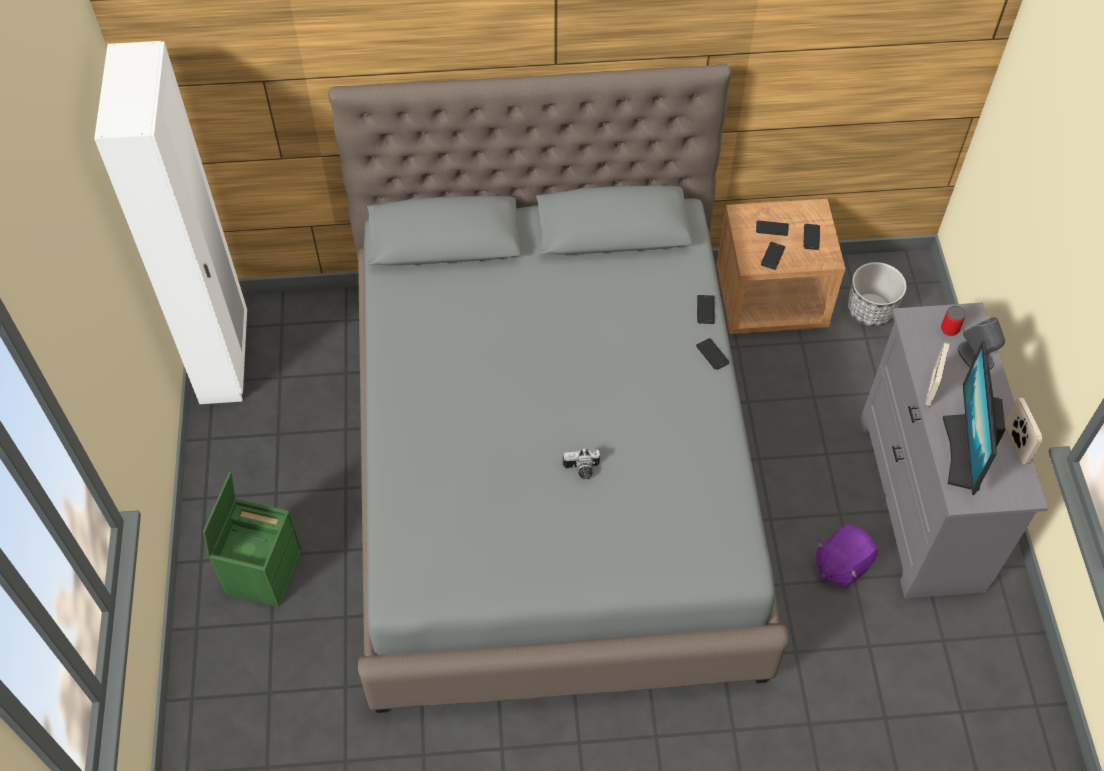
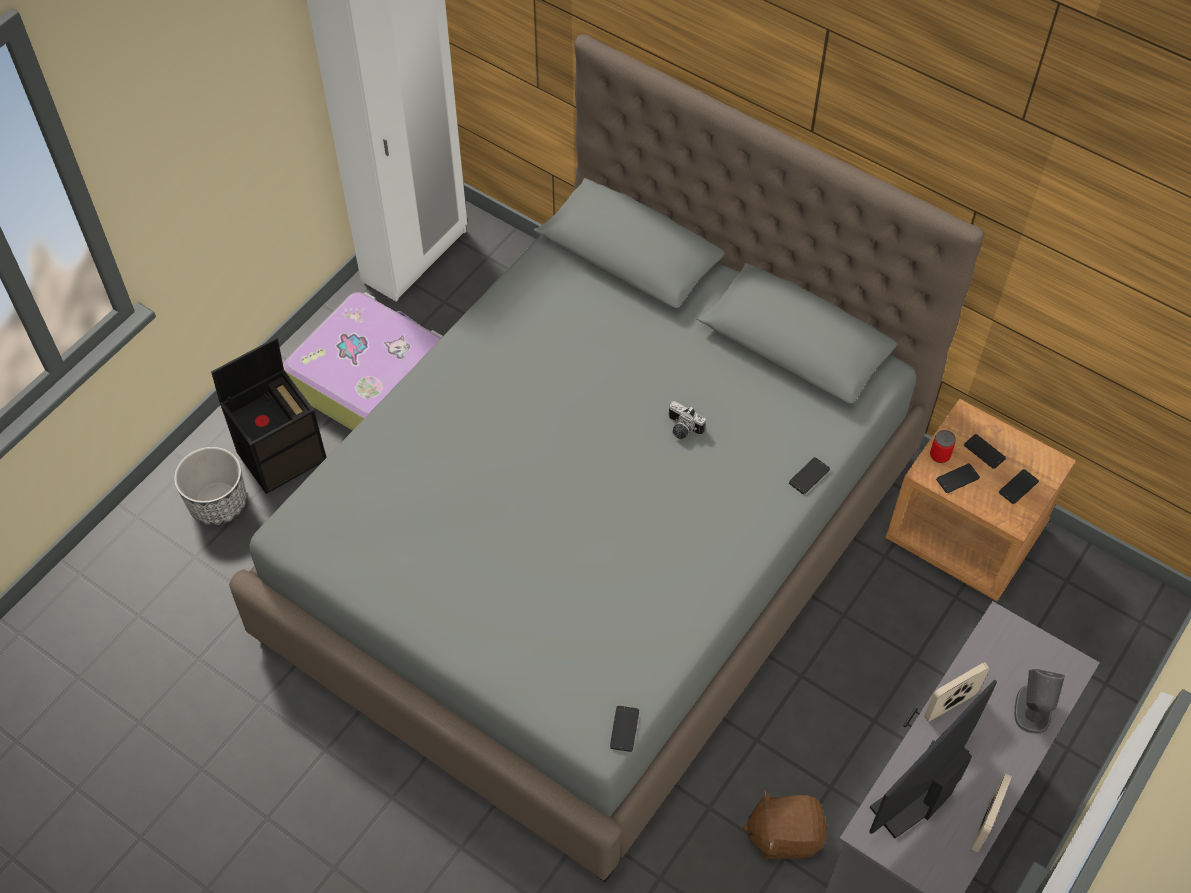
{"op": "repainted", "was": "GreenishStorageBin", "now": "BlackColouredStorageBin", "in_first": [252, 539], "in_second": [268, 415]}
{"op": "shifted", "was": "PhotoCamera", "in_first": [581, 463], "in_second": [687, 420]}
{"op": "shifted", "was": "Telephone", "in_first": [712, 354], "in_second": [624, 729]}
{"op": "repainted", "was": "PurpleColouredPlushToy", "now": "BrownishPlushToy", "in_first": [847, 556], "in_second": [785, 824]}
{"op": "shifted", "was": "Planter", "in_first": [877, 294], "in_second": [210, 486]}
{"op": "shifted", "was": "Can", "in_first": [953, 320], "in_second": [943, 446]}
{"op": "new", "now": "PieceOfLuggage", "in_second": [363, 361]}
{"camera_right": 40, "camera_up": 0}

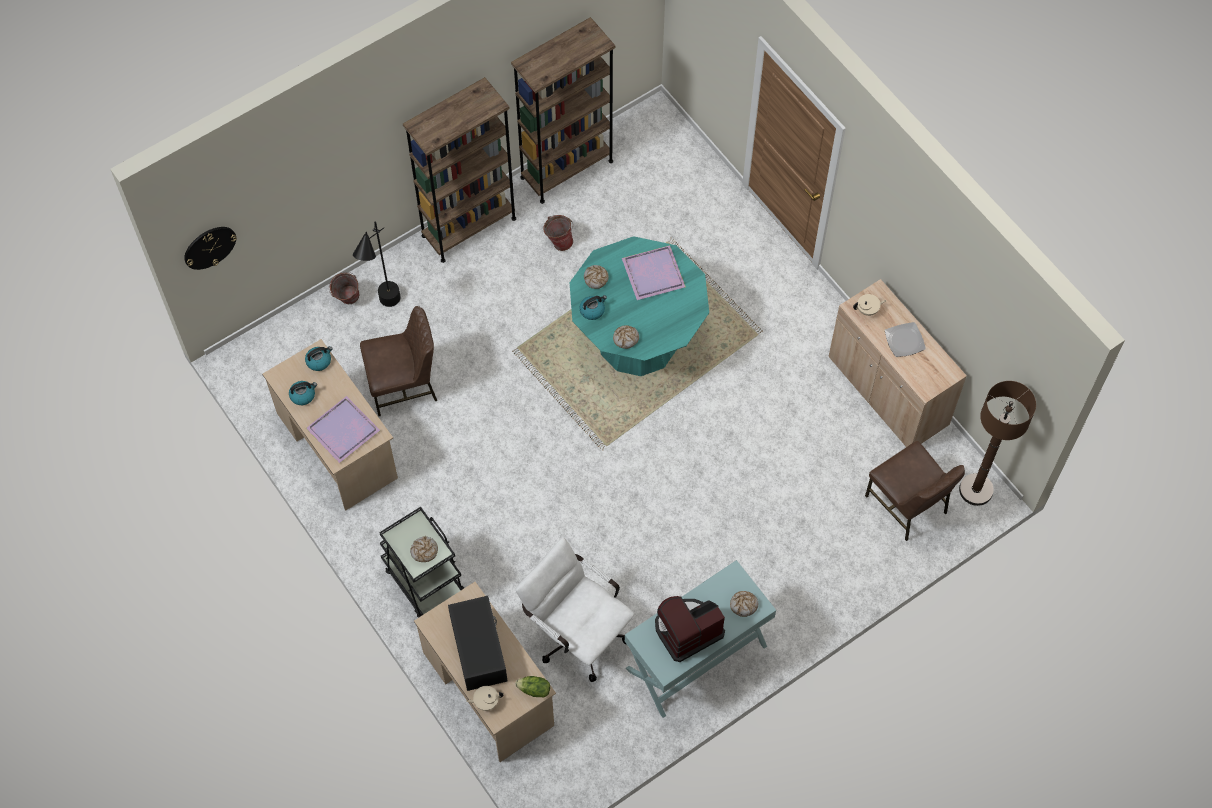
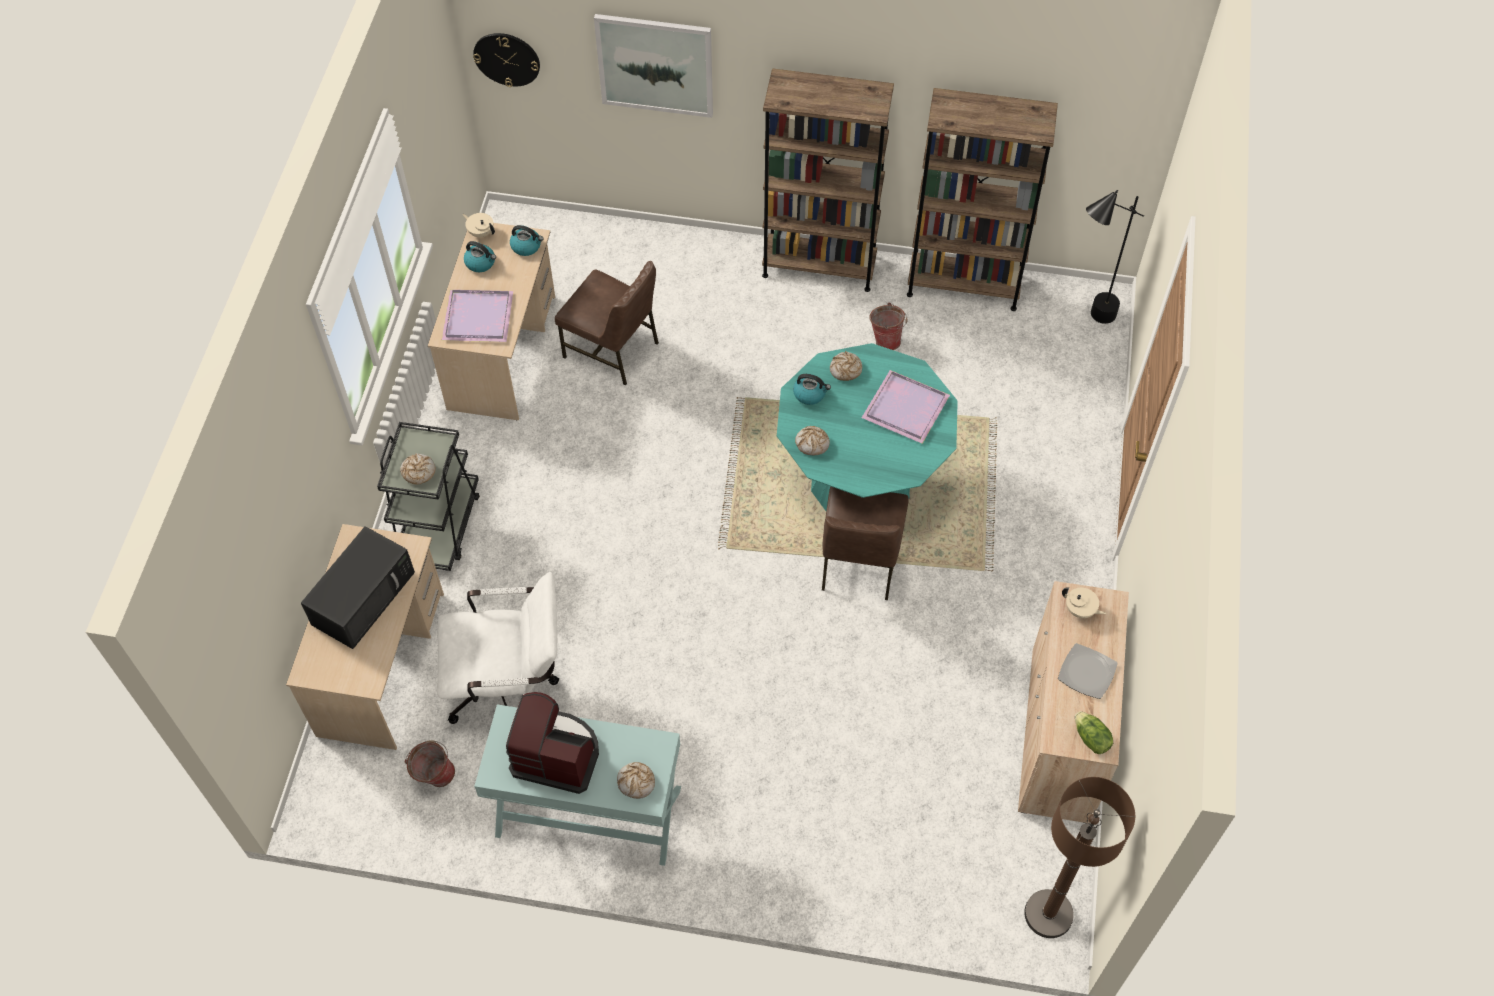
{"op": "shifted", "was": "Pail", "in_first": [344, 288], "in_second": [430, 763]}
{"op": "shifted", "was": "BlackColouredFloorLamp", "in_first": [377, 264], "in_second": [1115, 257]}
{"op": "shifted", "was": "SandColouredPotForTea", "in_first": [484, 698], "in_second": [478, 225]}
{"op": "shifted", "was": "HeadOfLettuce", "in_first": [532, 687], "in_second": [1094, 732]}
{"op": "rotated", "was": "WhitishOfficeChair", "in_first": [575, 610], "in_second": [498, 648], "clockwise": 90}
{"op": "shifted", "was": "BrownishUprightChair", "in_first": [915, 491], "in_second": [865, 543]}
{"op": "new", "now": "Picture", "in_second": [653, 66]}
{"camera_right": 45, "camera_up": -5}

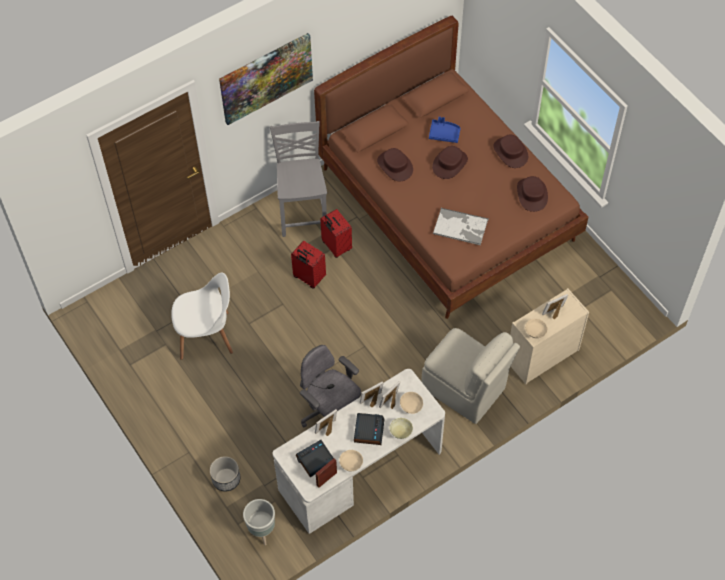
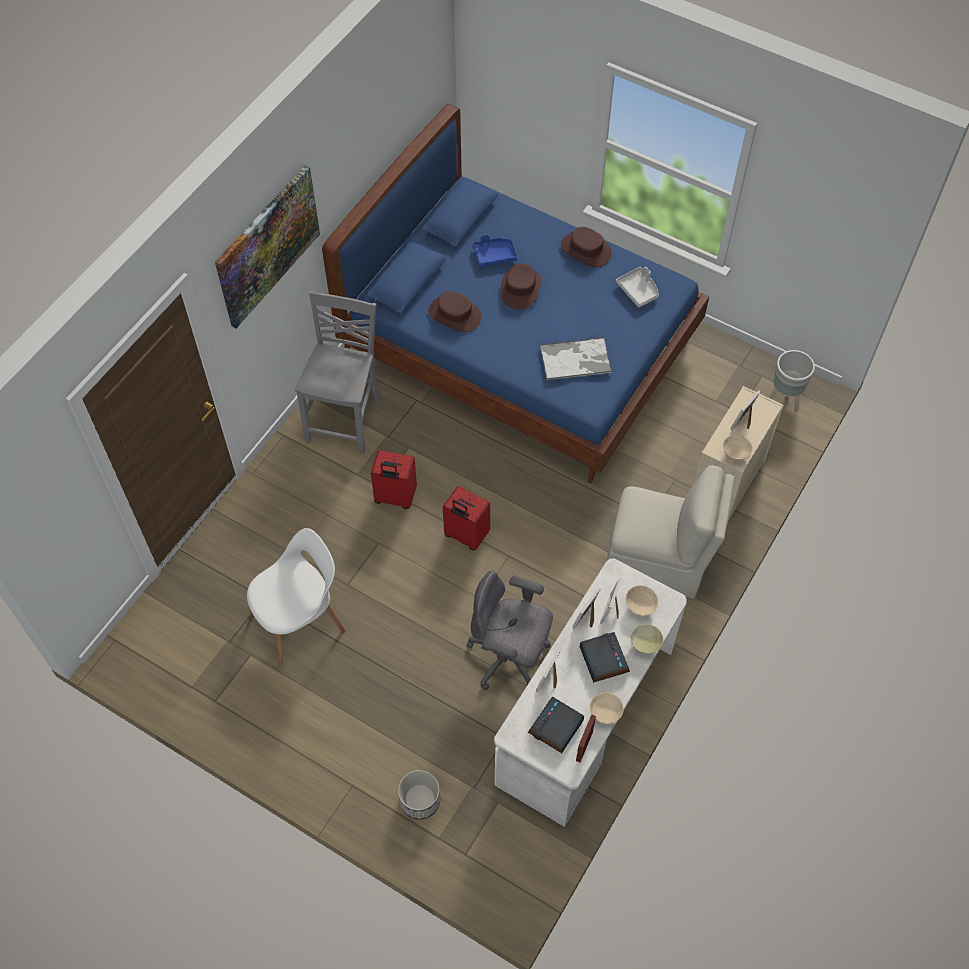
{"op": "shifted", "was": "GreyishPlanter", "in_first": [259, 522], "in_second": [792, 379]}
{"op": "rotated", "was": "GreyishUprightChair", "in_first": [298, 179], "in_second": [337, 372], "clockwise": 45}
{"op": "repainted", "was": "BrownishBedroomBed", "now": "BlueColouredBedroomBed", "in_first": [451, 167], "in_second": [515, 293]}
{"op": "shifted", "was": "ReddishPieceOfLuggage", "in_first": [336, 233], "in_second": [466, 518]}
{"op": "swapped", "was": "BrownishClothingHat", "now": "GreyishTray", "in_first": [532, 194], "in_second": [637, 287]}
{"camera_right": -25, "camera_up": 0}

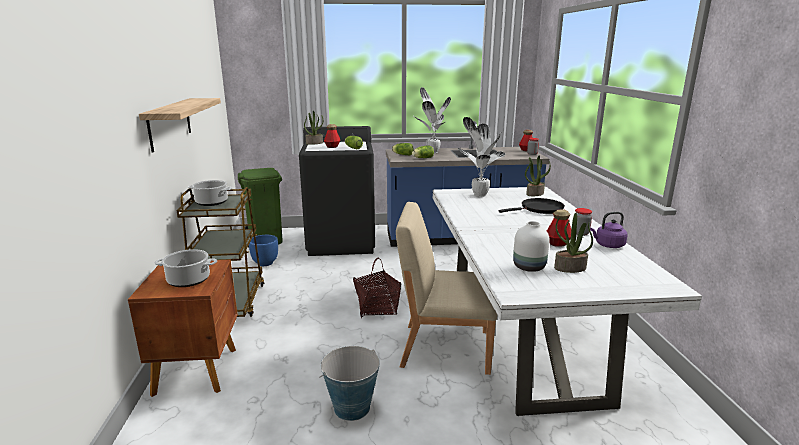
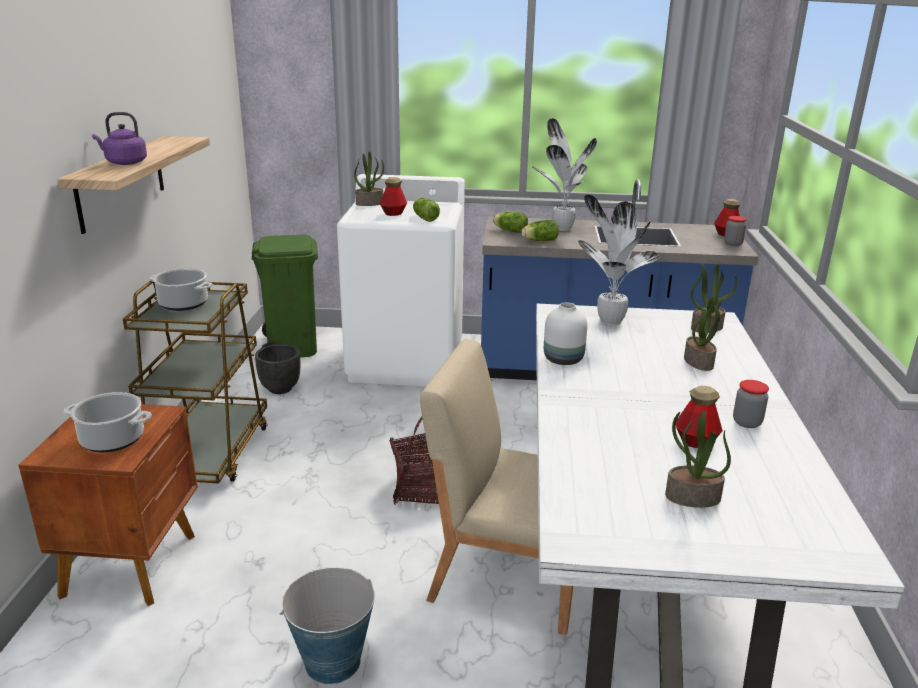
{"op": "repainted", "was": "BlueColouredPlanter", "now": "BlackColouredPlanter", "in_first": [263, 250], "in_second": [277, 369]}
{"op": "repainted", "was": "BlackColouredLaundryAppliance", "now": "WhitishLaundryAppliance", "in_first": [337, 191], "in_second": [401, 280]}
{"op": "swapped", "was": "BlackColouredPan", "now": "PlantInAPot", "in_first": [532, 206], "in_second": [705, 332]}
{"op": "shifted", "was": "WhitishVase", "in_first": [531, 246], "in_second": [565, 333]}
{"op": "shifted", "was": "PurpleColouredWaterKettle", "in_first": [609, 229], "in_second": [119, 138]}
{"camera_right": 10, "camera_up": 5}

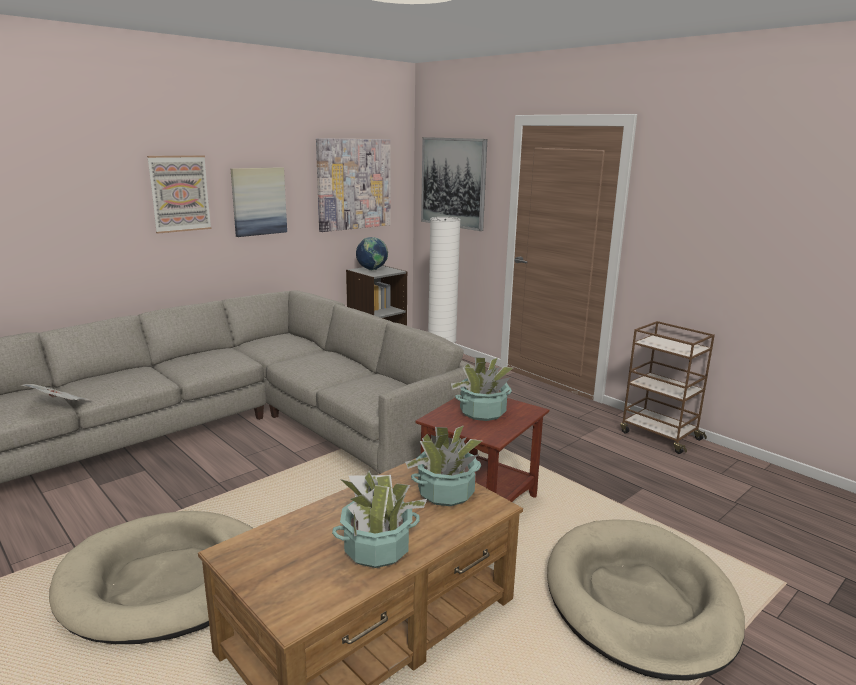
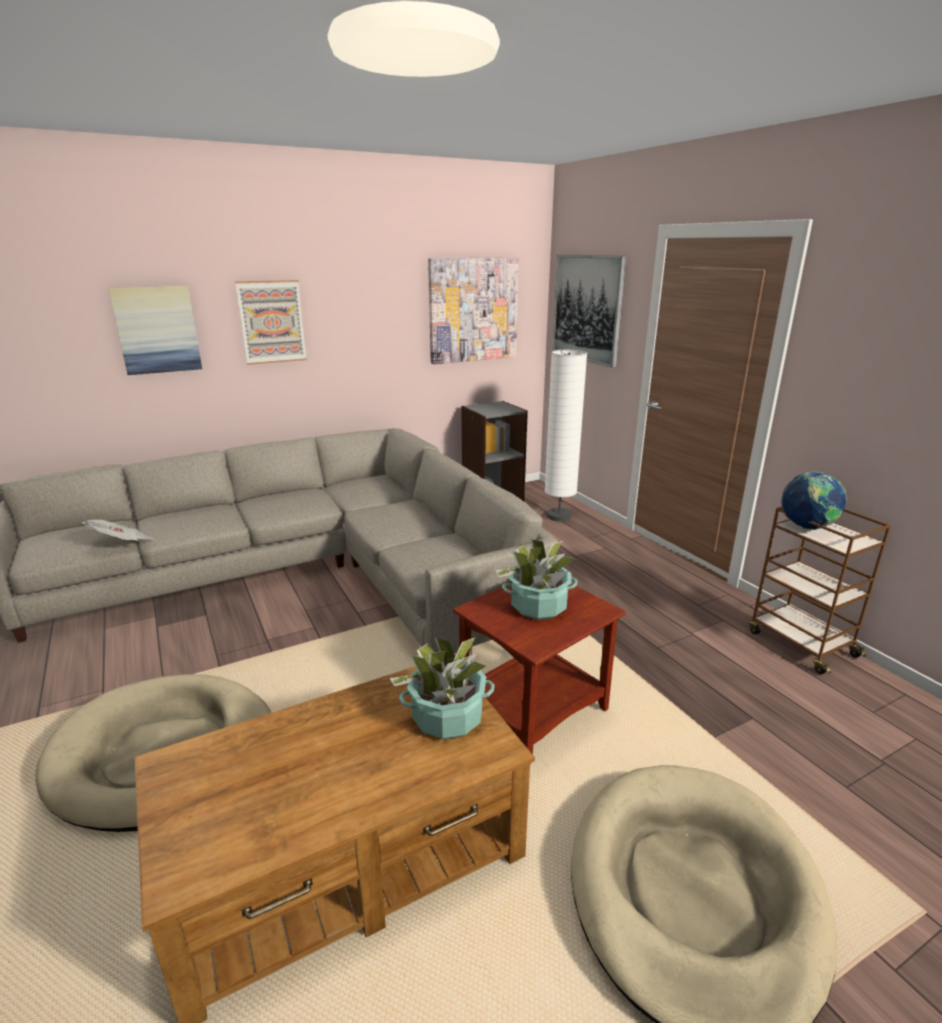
{"op": "shifted", "was": "Picture", "in_first": [259, 202], "in_second": [155, 330]}
{"op": "gone", "was": "PlantInAPot", "in_first": [379, 519]}
{"op": "shifted", "was": "Globe", "in_first": [372, 253], "in_second": [814, 500]}
{"camera_right": 15, "camera_up": 5}

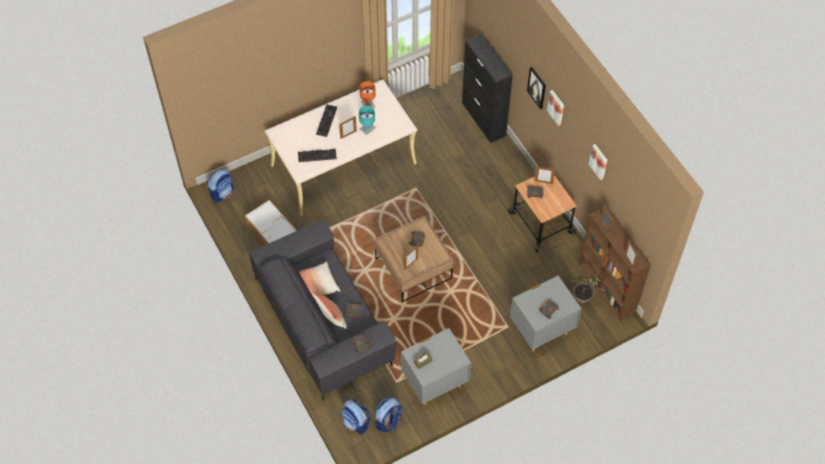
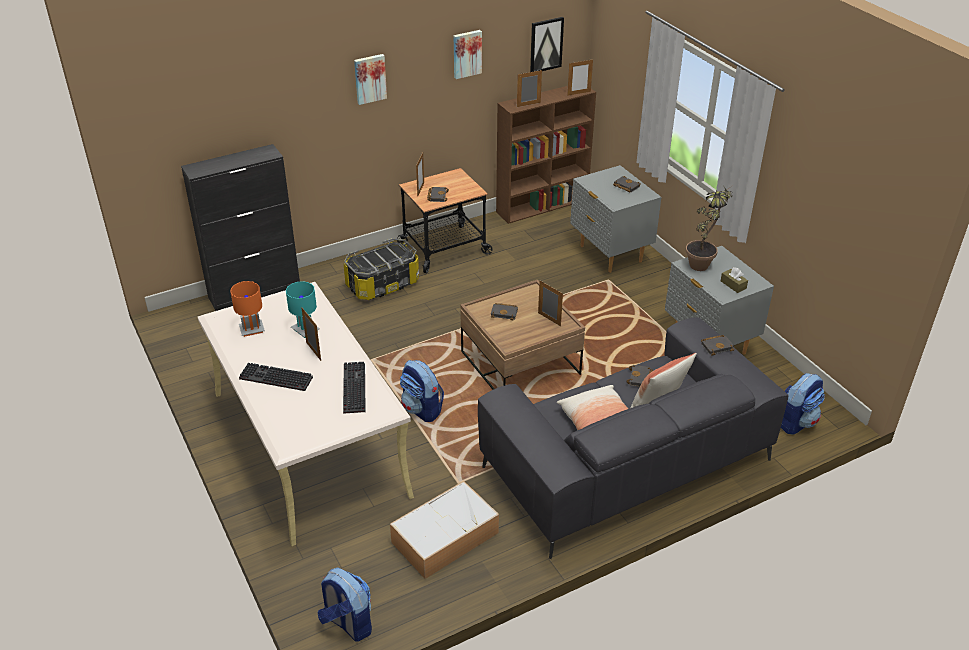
{"op": "shifted", "was": "Backpack", "in_first": [388, 415], "in_second": [422, 391]}
{"op": "shifted", "was": "Picture", "in_first": [536, 88], "in_second": [547, 44]}
{"op": "shifted", "was": "PlantInAPot", "in_first": [590, 289], "in_second": [709, 228]}
{"op": "new", "now": "StorageBin", "in_second": [381, 269]}
{"camera_right": -90, "camera_up": -20}

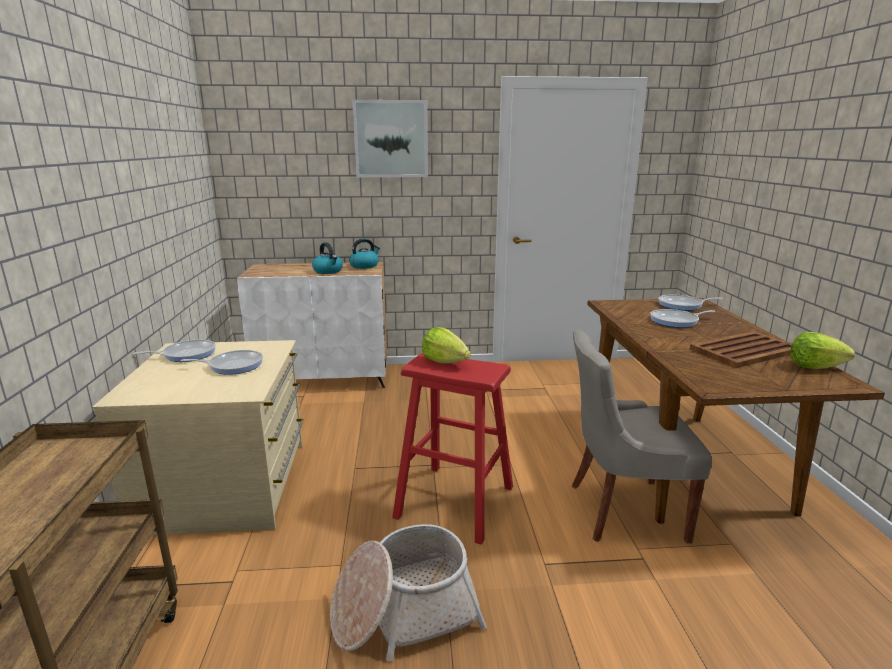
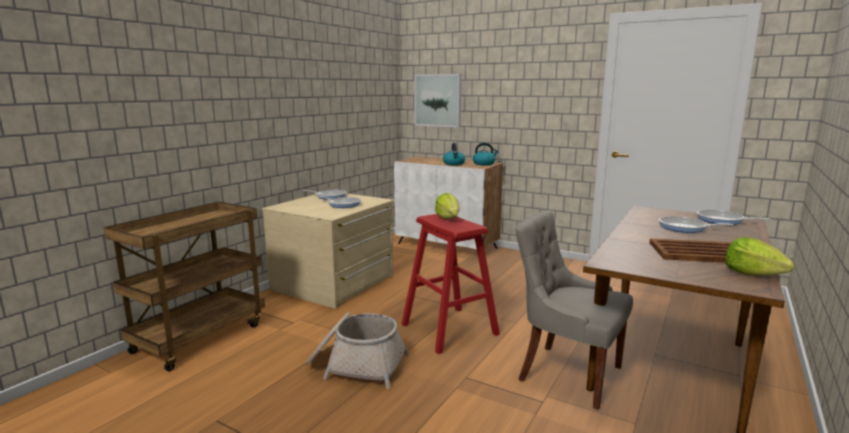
{"op": "shifted", "was": "Picture", "in_first": [390, 138], "in_second": [437, 101]}
{"camera_right": 35, "camera_up": -5}

